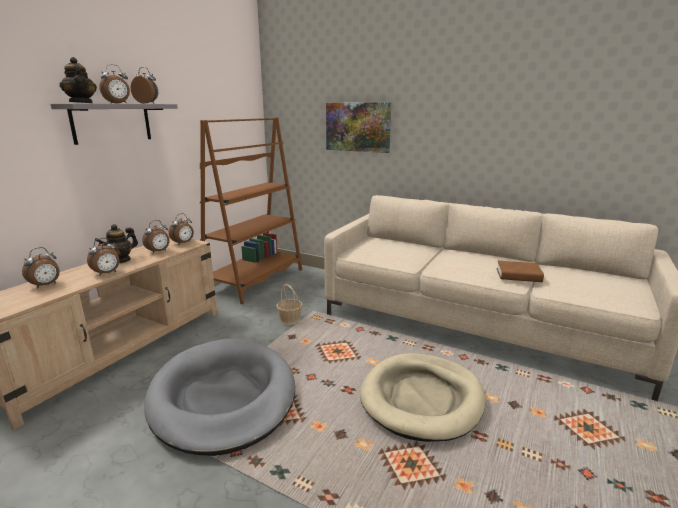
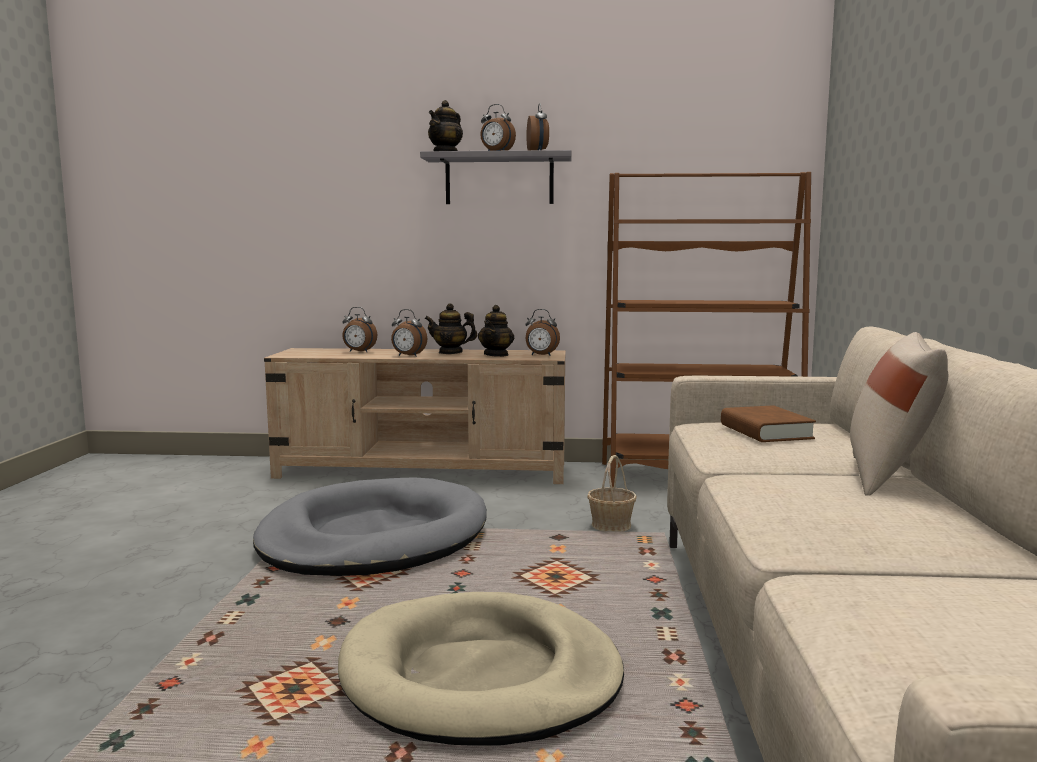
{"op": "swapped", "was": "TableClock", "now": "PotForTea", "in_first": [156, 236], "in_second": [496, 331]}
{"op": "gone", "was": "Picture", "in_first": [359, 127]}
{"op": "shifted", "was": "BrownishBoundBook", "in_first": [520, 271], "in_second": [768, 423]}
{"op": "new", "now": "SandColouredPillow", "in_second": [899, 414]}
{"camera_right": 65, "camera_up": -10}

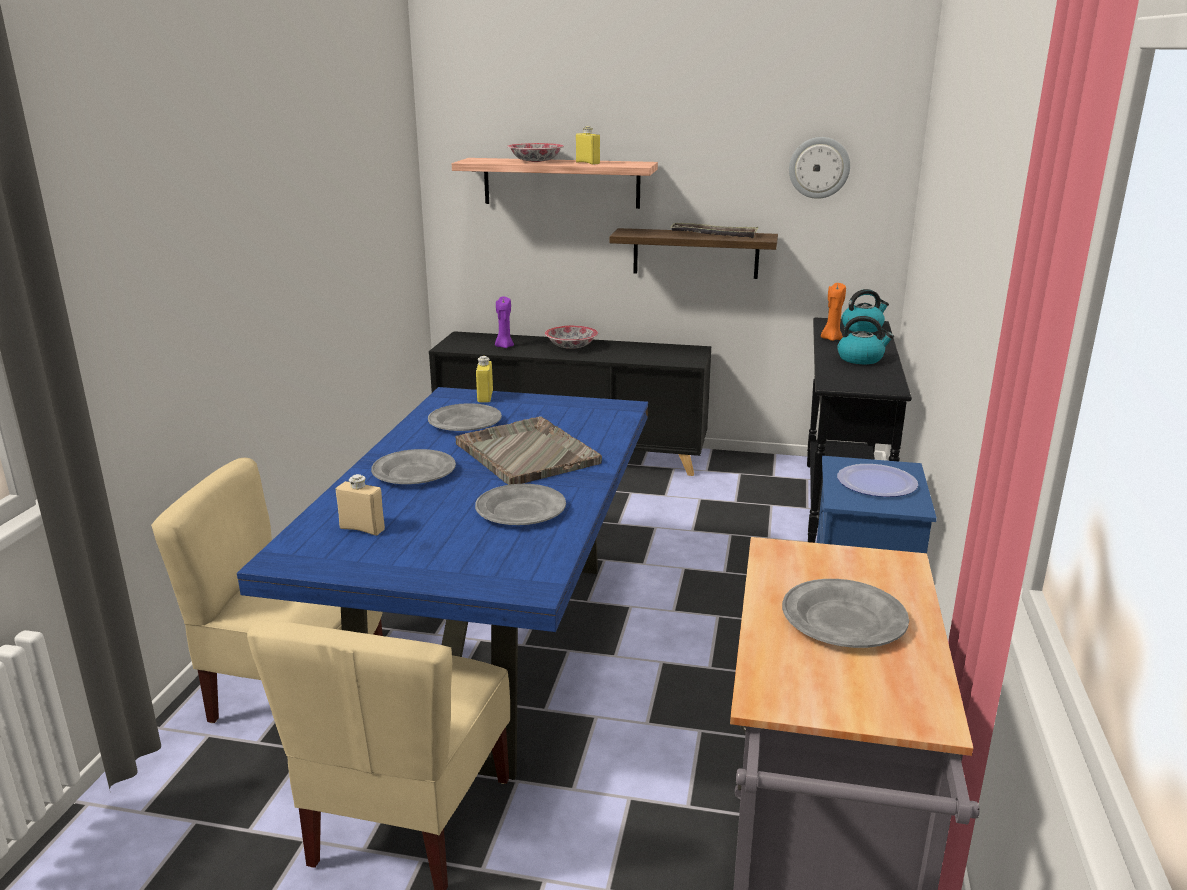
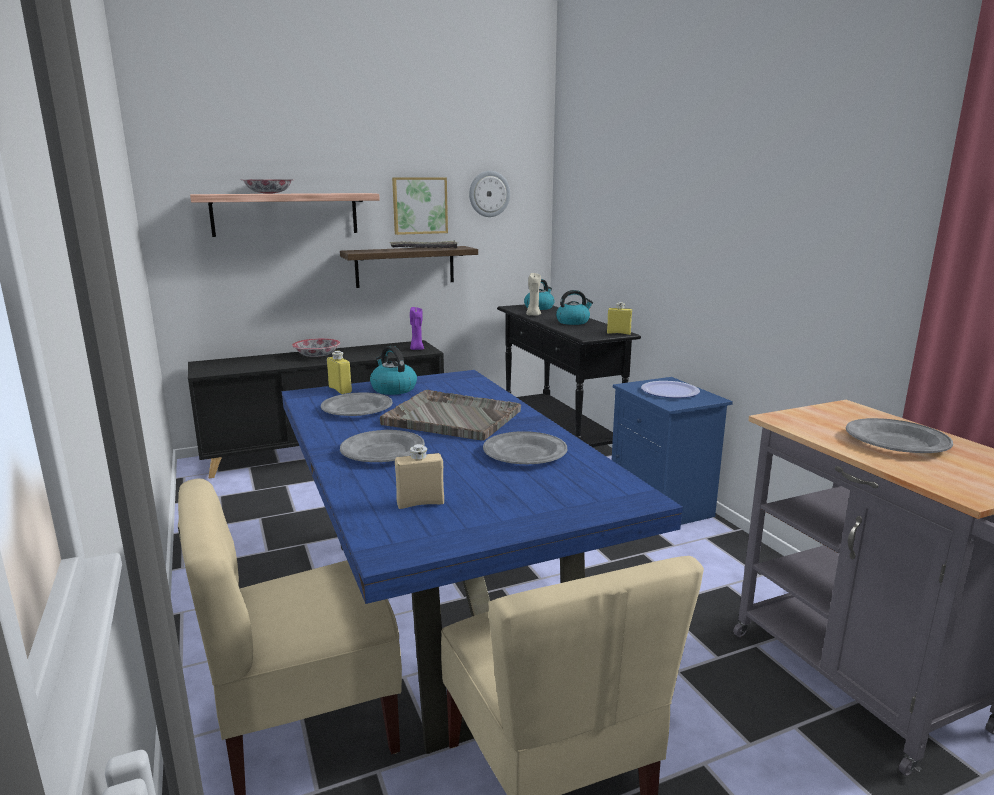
{"op": "shifted", "was": "PurpleColouredWaxLight", "in_first": [504, 322], "in_second": [417, 328]}
{"op": "shifted", "was": "YellowBeverageBottle", "in_first": [588, 145], "in_second": [619, 318]}
{"op": "repainted", "was": "OrangeWaxLight", "now": "SandColouredWaxLight", "in_first": [833, 312], "in_second": [533, 294]}
{"op": "new", "now": "WaterKettle", "in_second": [393, 370]}
{"op": "new", "now": "Picture", "in_second": [420, 206]}
{"camera_right": -35, "camera_up": -5}

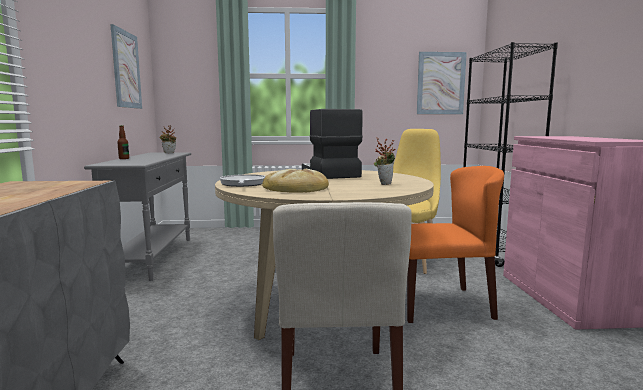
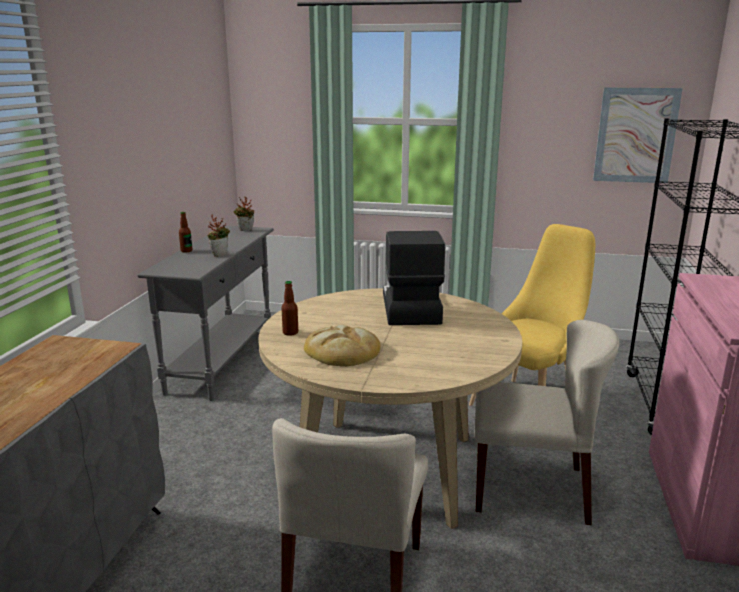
{"op": "gone", "was": "Picture", "in_first": [126, 66]}
{"op": "swapped", "was": "Pan", "now": "BeverageBottle", "in_first": [243, 180], "in_second": [289, 308]}
{"op": "shifted", "was": "PlantInAPot", "in_first": [384, 161], "in_second": [218, 235]}
{"op": "repainted", "was": "OrangeUprightChair", "now": "SandColouredUprightChair", "in_first": [455, 244], "in_second": [546, 422]}
{"camera_right": 15, "camera_up": 10}

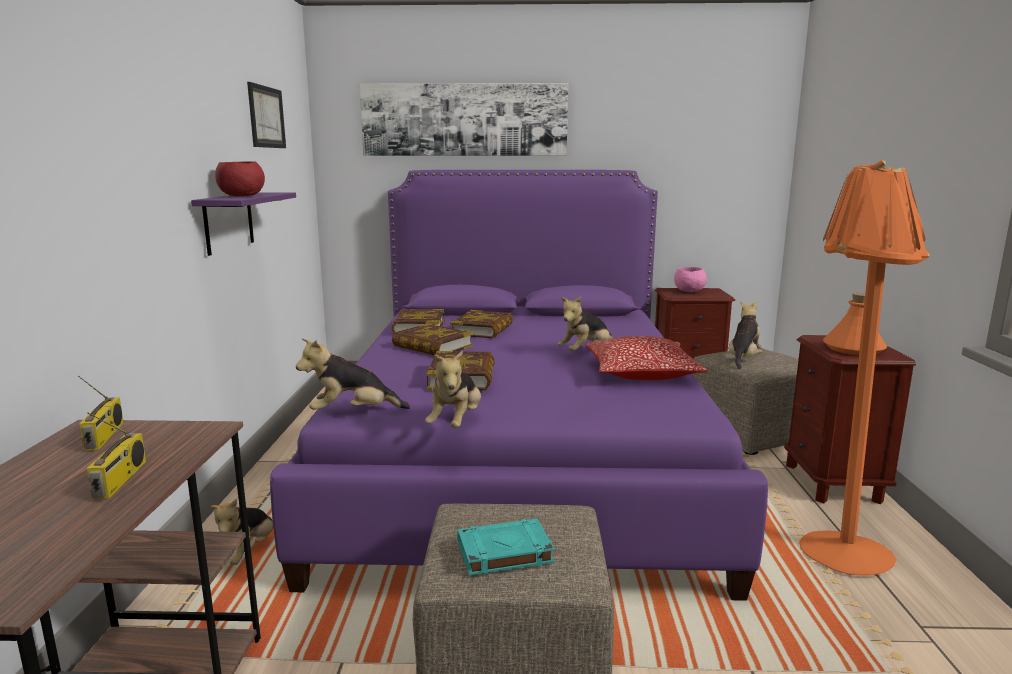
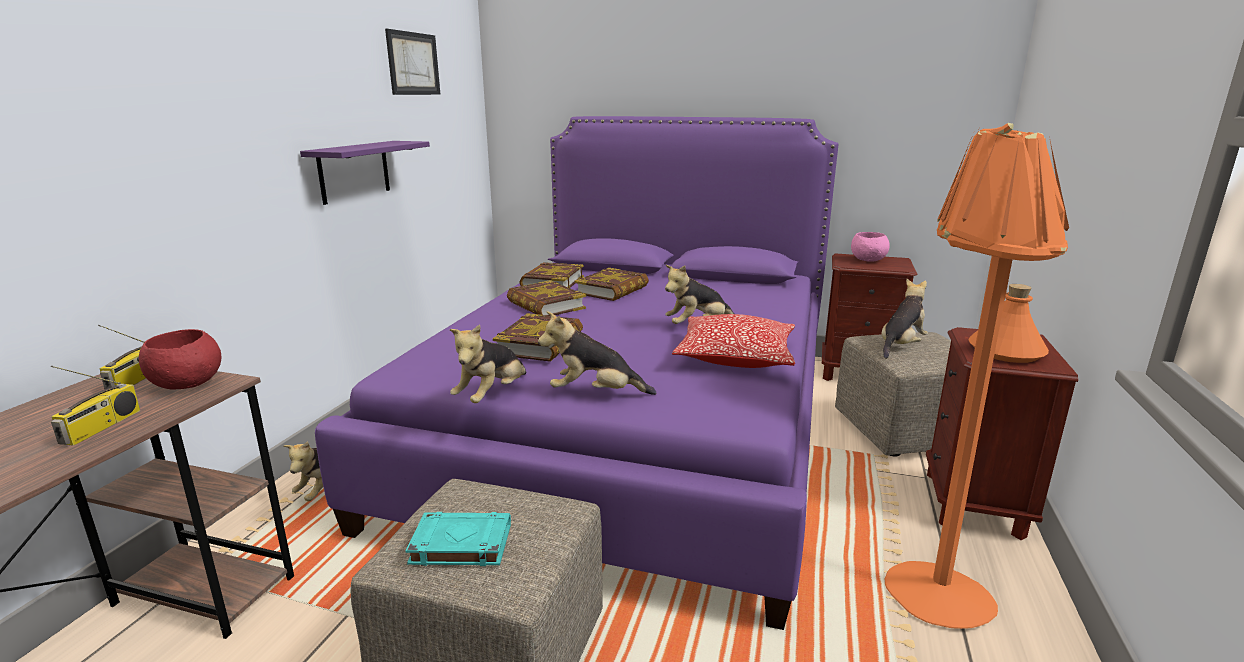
{"op": "shifted", "was": "ReddishServingBowl", "in_first": [240, 179], "in_second": [180, 359]}
{"op": "shifted", "was": "PlushToy", "in_first": [353, 374], "in_second": [597, 353]}
{"op": "gone", "was": "Picture", "in_first": [464, 119]}
{"camera_right": 15, "camera_up": 5}

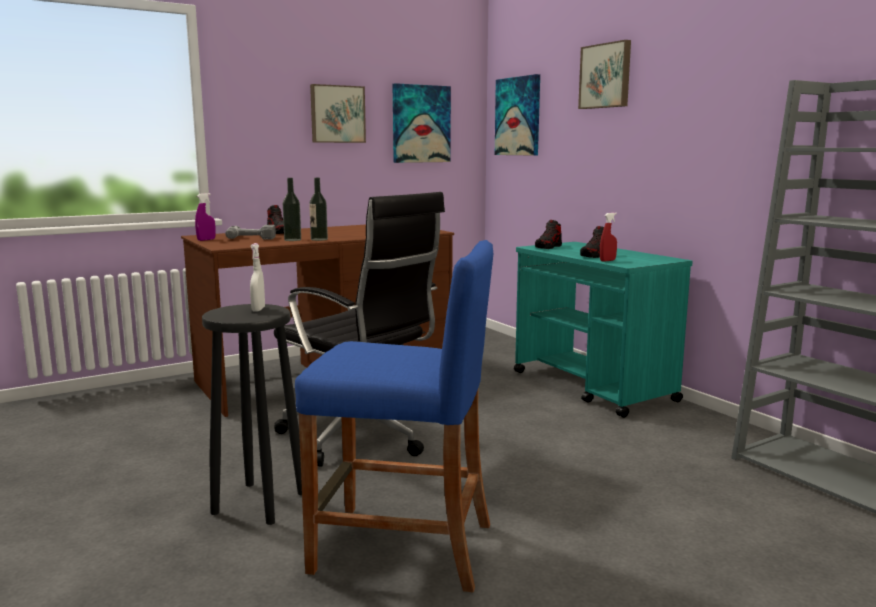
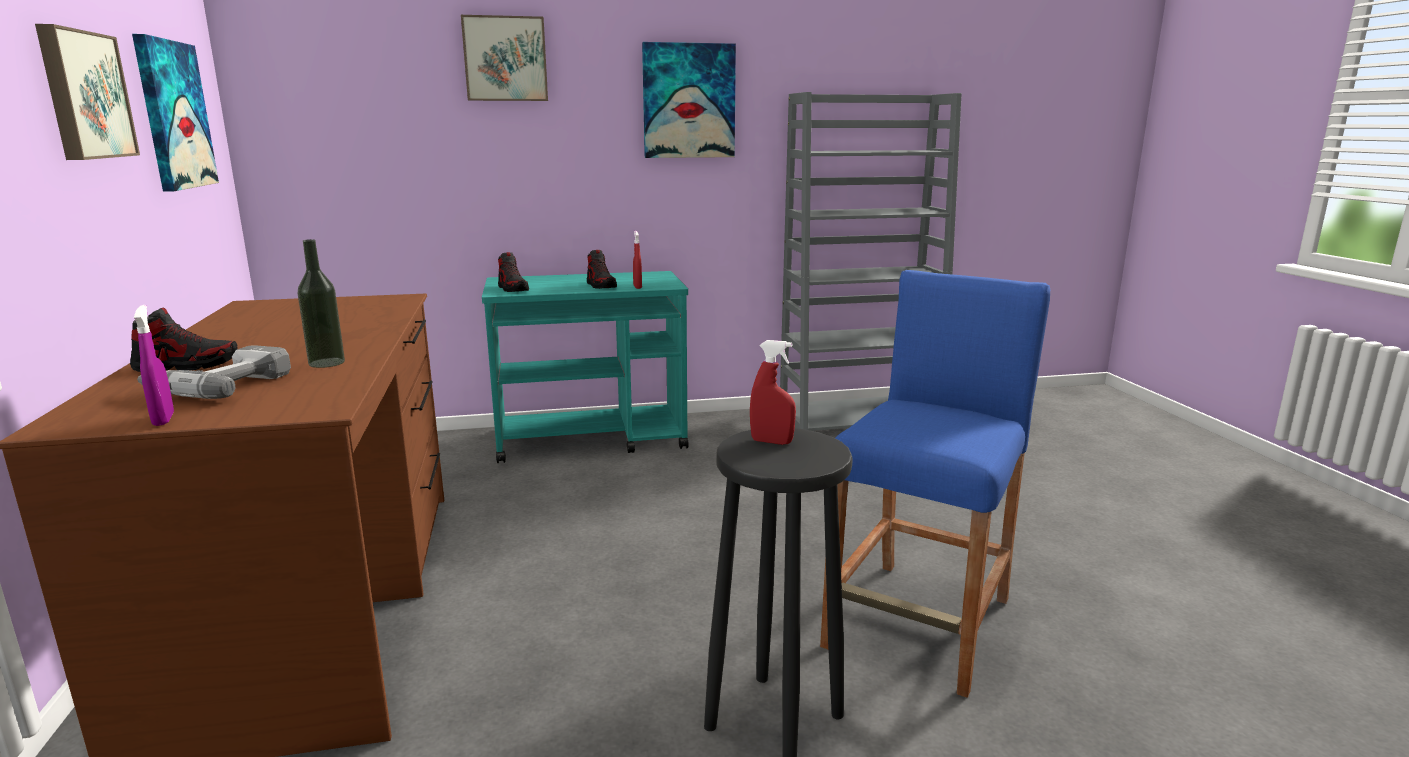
{"op": "repainted", "was": "WhitishHandSprayer", "now": "ReddishHandSprayer", "in_first": [257, 277], "in_second": [773, 392]}
{"op": "gone", "was": "BlackColouredOfficeChair", "in_first": [359, 329]}
{"op": "gone", "was": "BeverageBottle", "in_first": [318, 209]}
{"op": "shifted", "was": "Picture", "in_first": [517, 115], "in_second": [689, 100]}
{"camera_right": -70, "camera_up": 5}

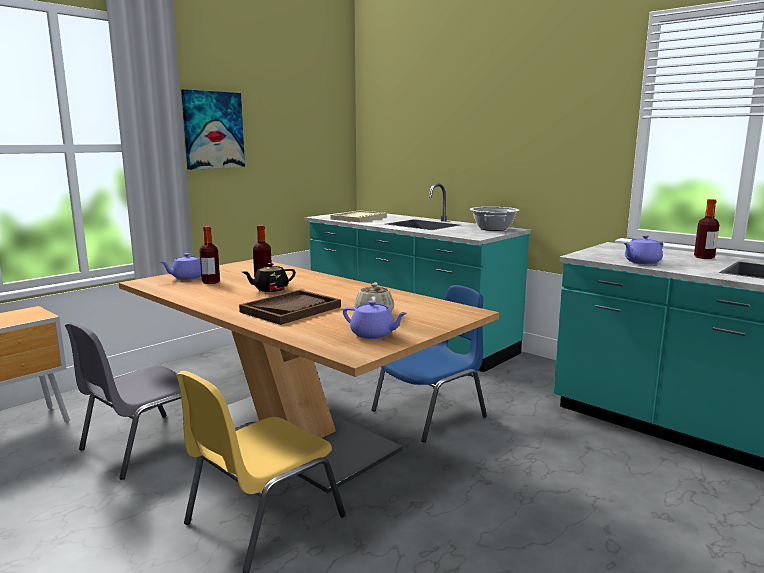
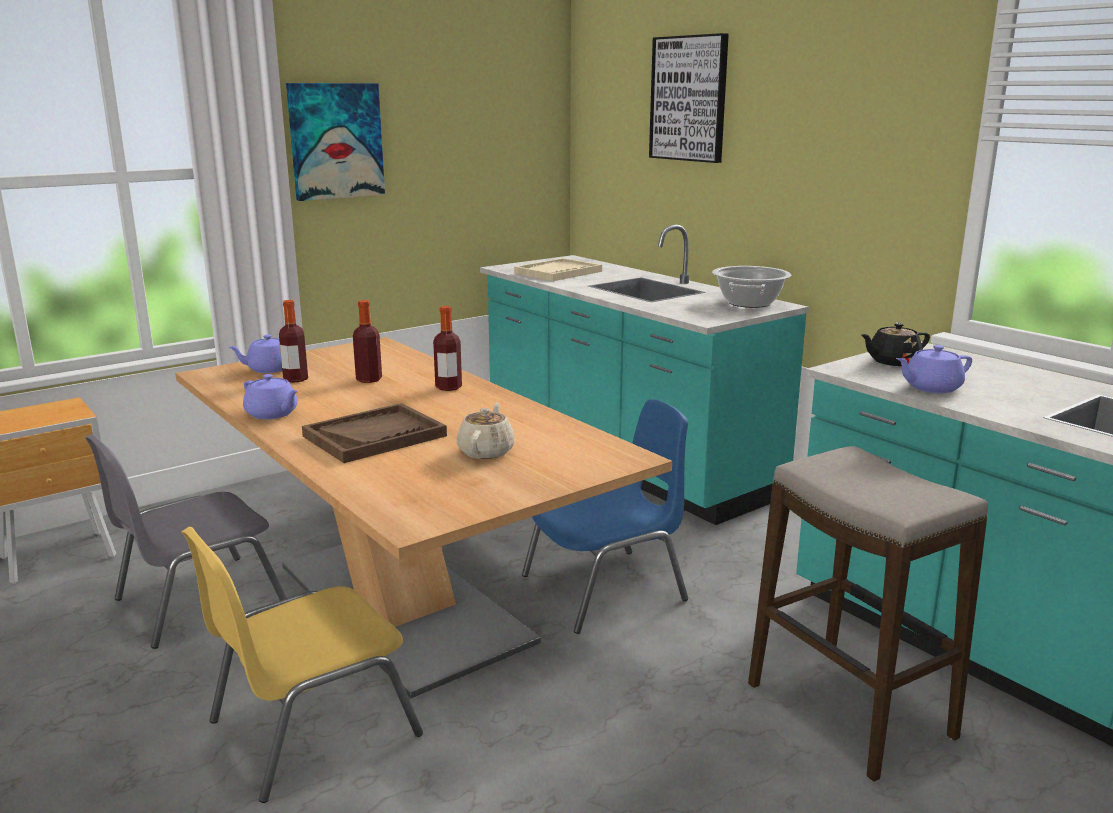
{"op": "shifted", "was": "BlackColouredPotForTea", "in_first": [269, 277], "in_second": [895, 344]}
{"op": "shifted", "was": "PurpleColouredPotForTea", "in_first": [375, 319], "in_second": [270, 396]}
{"op": "shifted", "was": "BeverageBottle", "in_first": [706, 229], "in_second": [447, 348]}
{"op": "new", "now": "Picture", "in_second": [689, 98]}
{"op": "new", "now": "Stool", "in_second": [868, 614]}
{"camera_right": 10, "camera_up": 5}

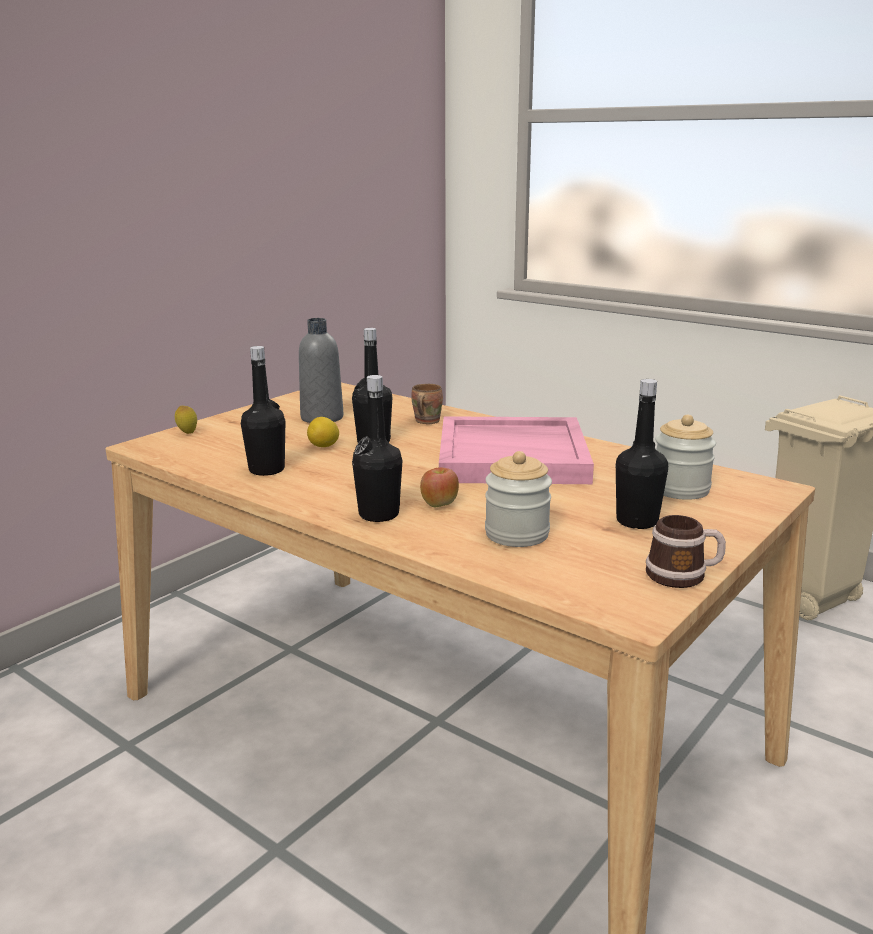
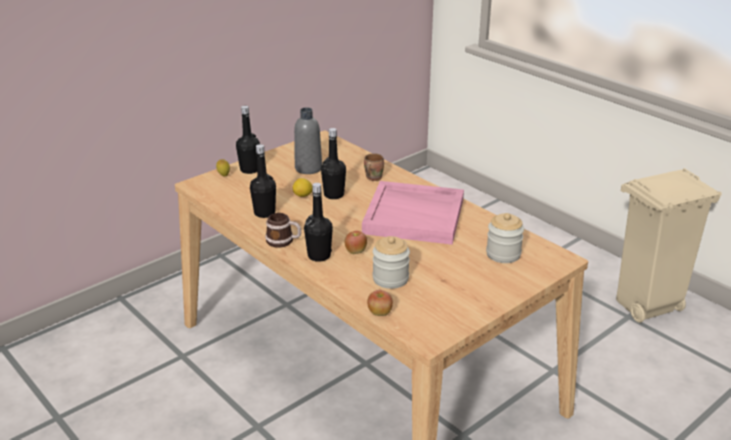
{"op": "shifted", "was": "BlackColouredBeverageBottle", "in_first": [642, 454], "in_second": [248, 140]}
{"op": "shifted", "was": "Mug", "in_first": [686, 551], "in_second": [283, 230]}
{"op": "new", "now": "Apple", "in_second": [380, 303]}
{"camera_right": 10, "camera_up": 10}

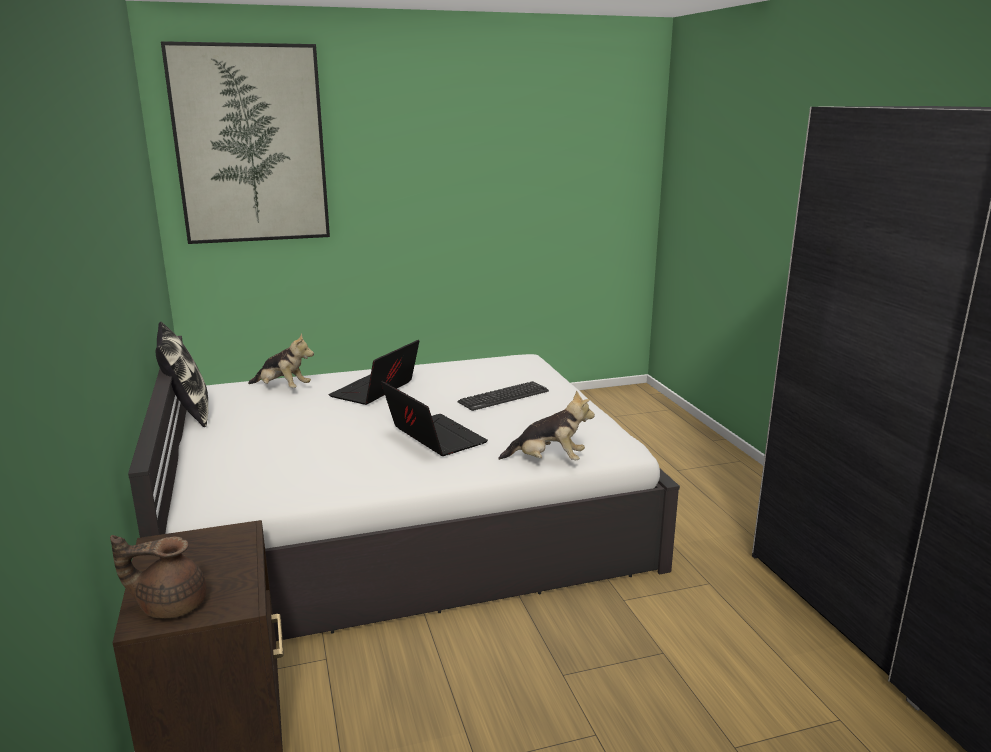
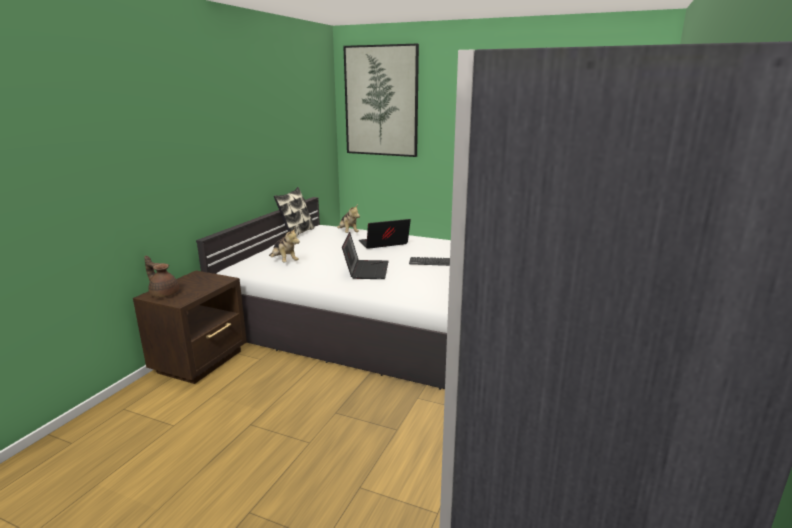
{"op": "shifted", "was": "PlushToy", "in_first": [546, 425], "in_second": [284, 245]}
{"camera_right": 40, "camera_up": 0}

